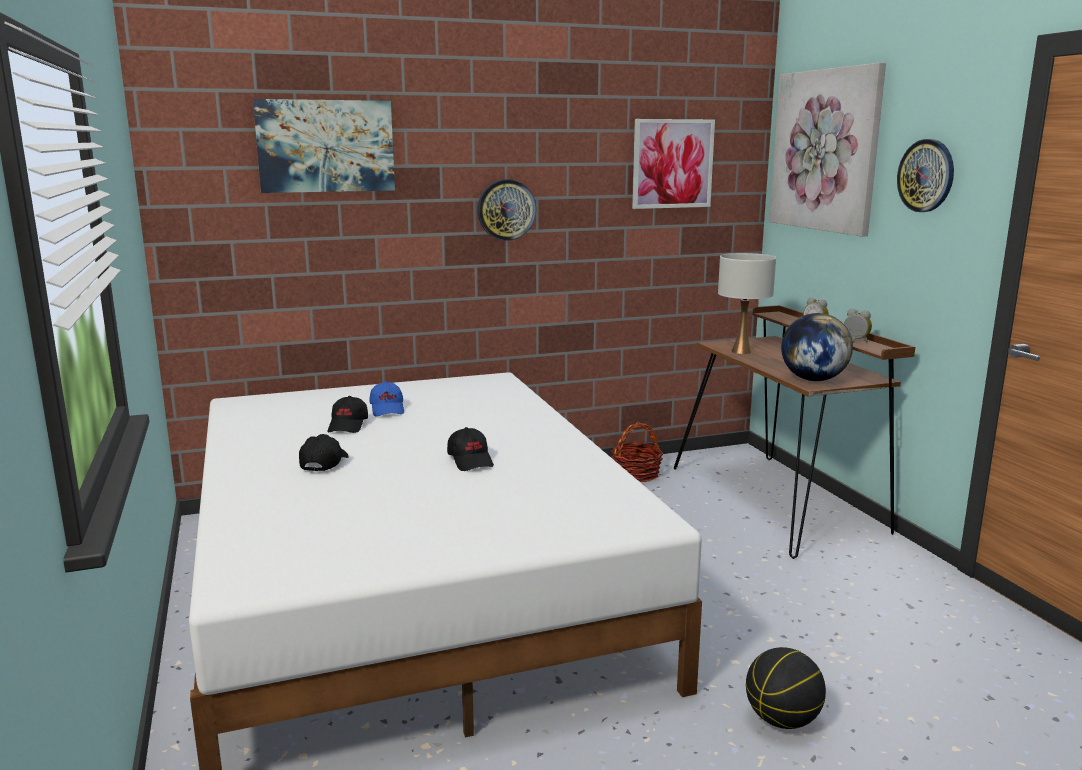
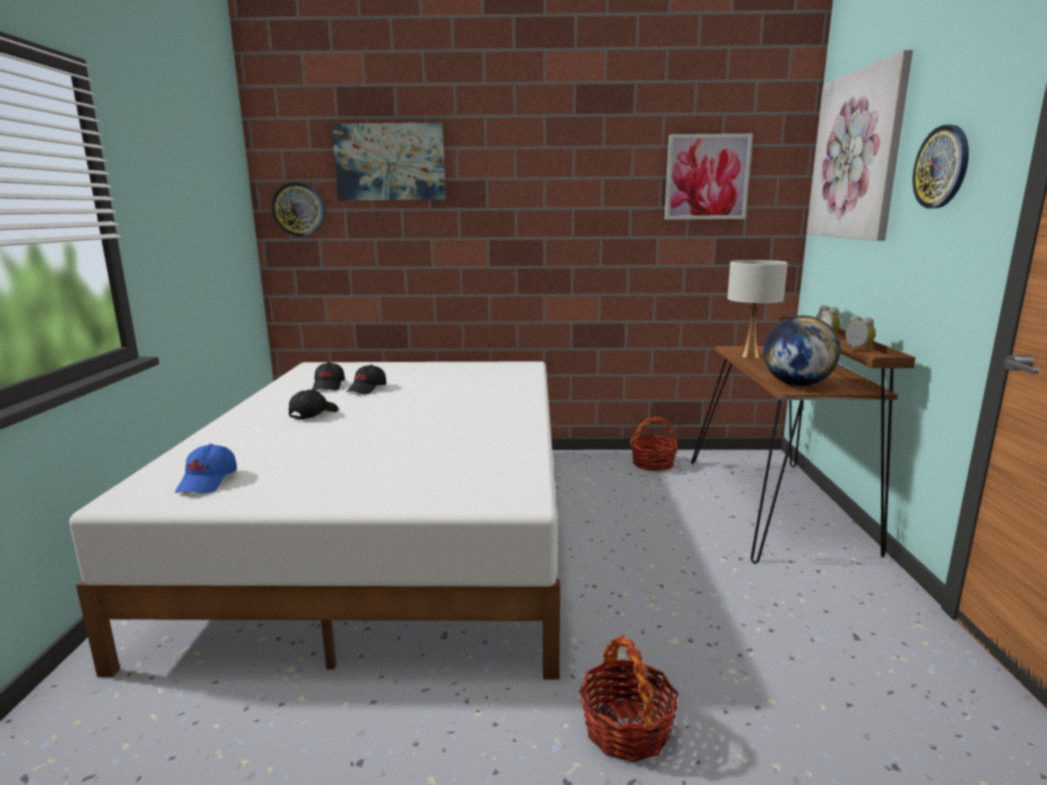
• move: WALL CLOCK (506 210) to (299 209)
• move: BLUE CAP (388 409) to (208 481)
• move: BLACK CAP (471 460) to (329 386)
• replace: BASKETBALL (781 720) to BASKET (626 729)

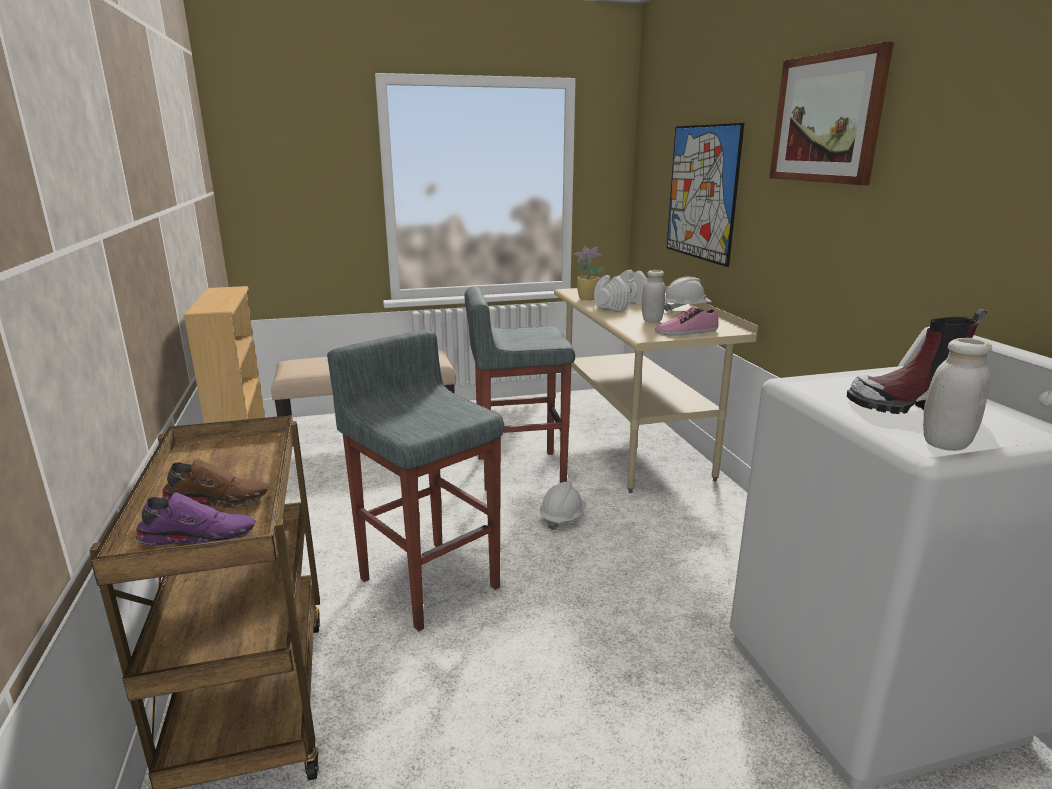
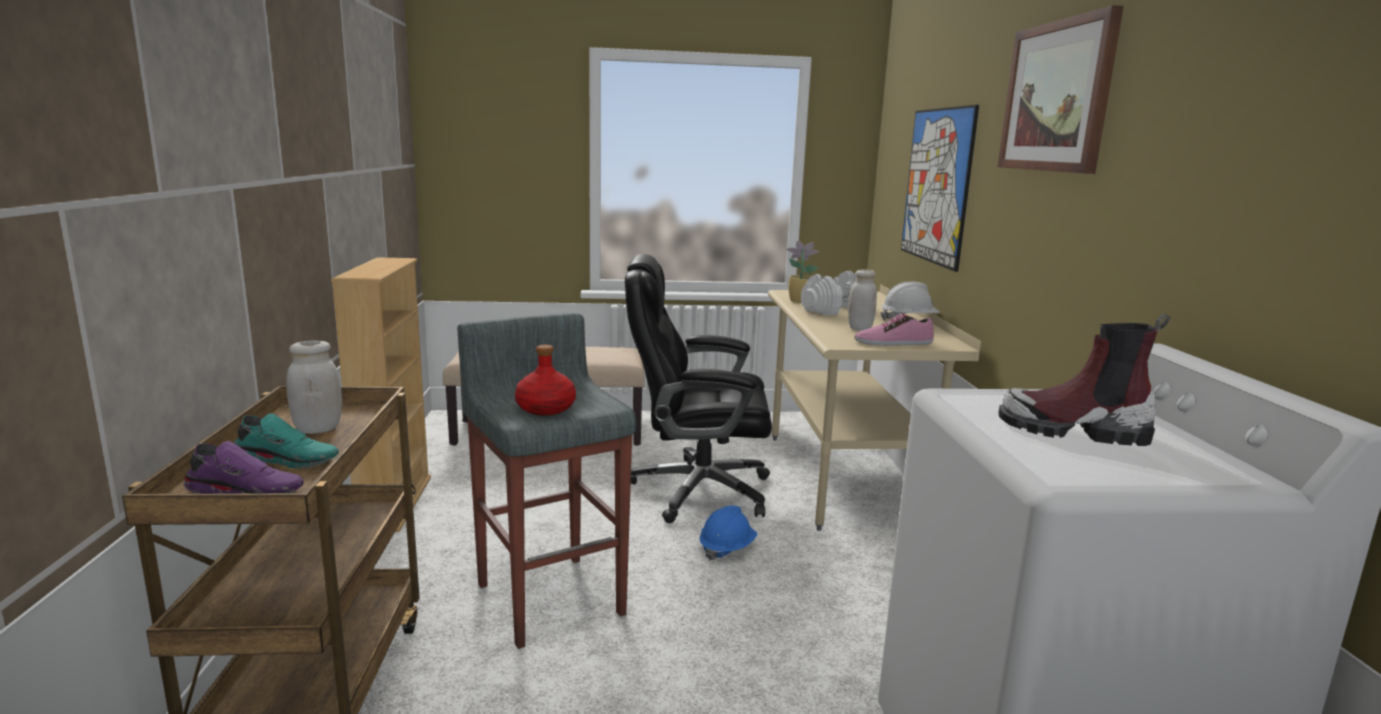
• replace: GREY STOOL (518 470) to BLACK OFFICE CHAIR (696 490)
• move: WHITE JAR (945 443) to (318 429)
• recolor: BROWN SHOE (218 499) to TURQUOISE SHOE (288 459)
• recolor: WHITE HARD HAT (562 518) to BLUE HARD HAT (727 548)
• insert: RED BOTTLE (546 408)

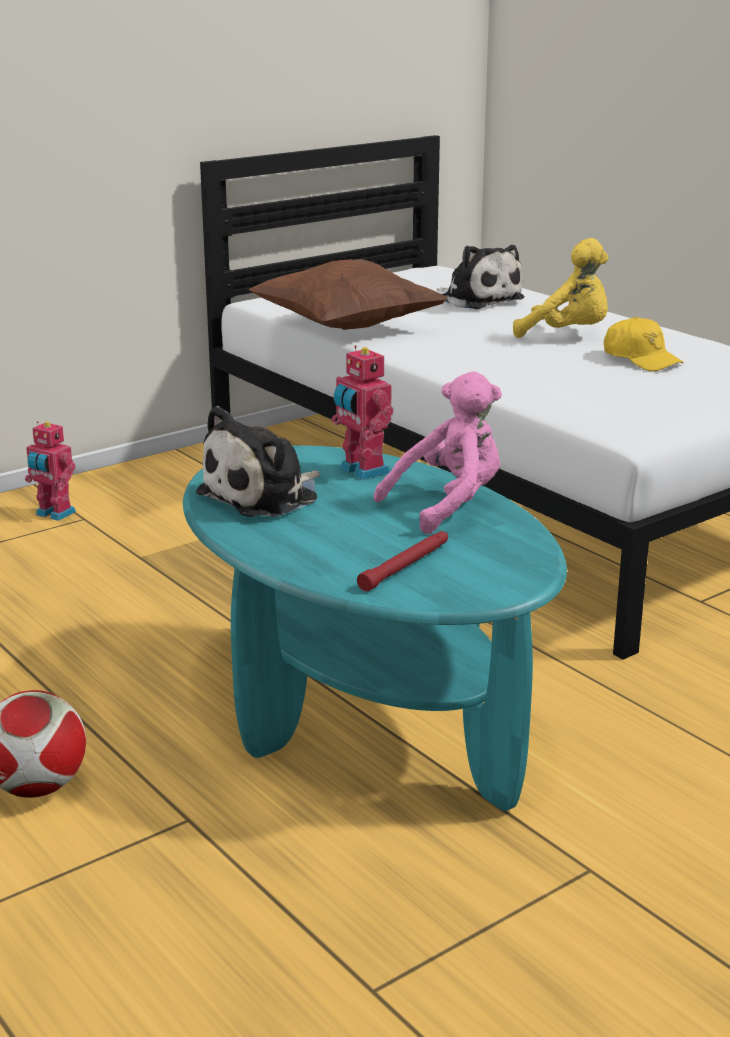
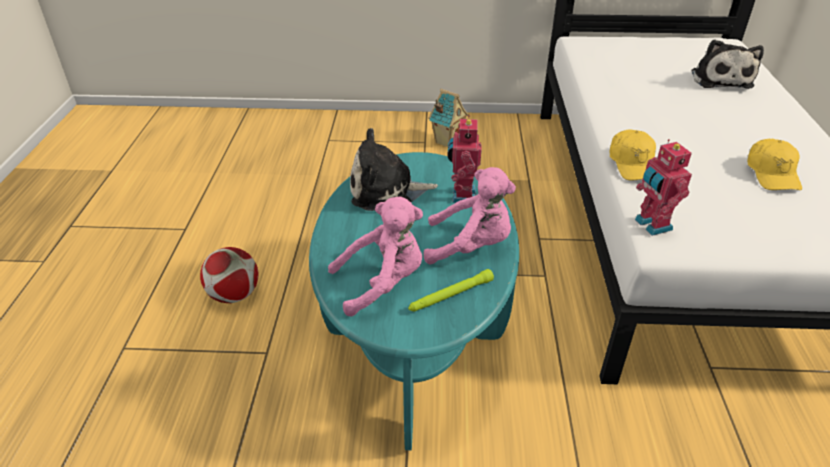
• delete: YELLOW PLUSH TOY (568 335)
• delete: BROWN PILLOW (346 328)
• move: TOY ROBOT (54 514) to (651 225)
• replace: RED FLASHLIGHT (406 566) to PINK PLUSH TOY (382 283)
• insert: TOY HOUSE (447 141)
• insert: YELLOW CAP (633 164)
• insert: GREEN FLASHLIGHT (450 295)

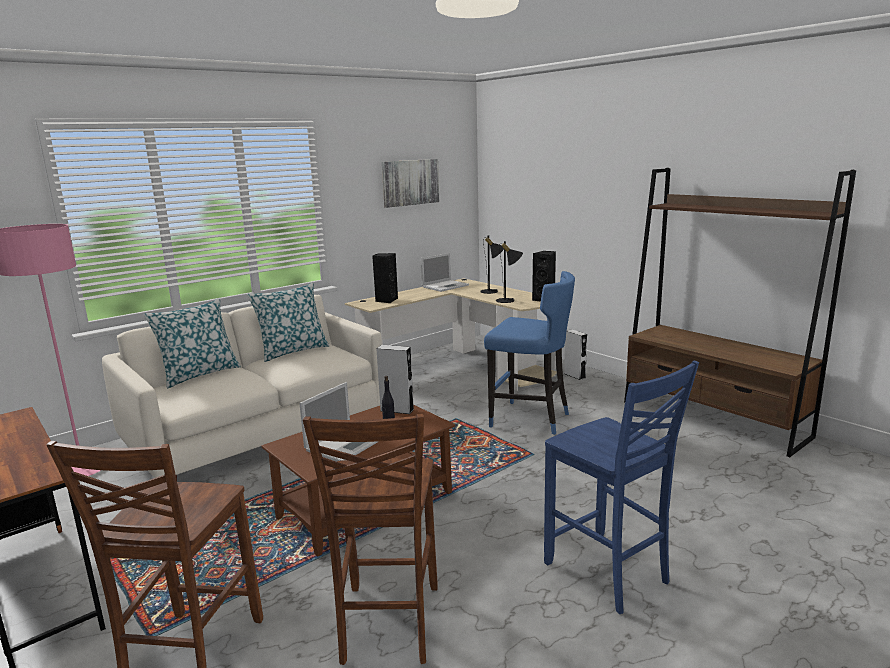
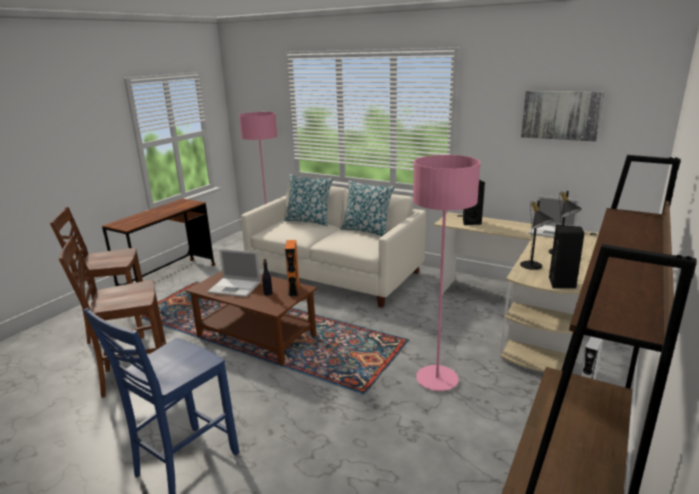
• replace: BLUE STOOL (530 419) to PINK FLOOR LAMP (437 379)
• recolor: GREY SPEAKER (397 410) to ORANGE SPEAKER (294 290)

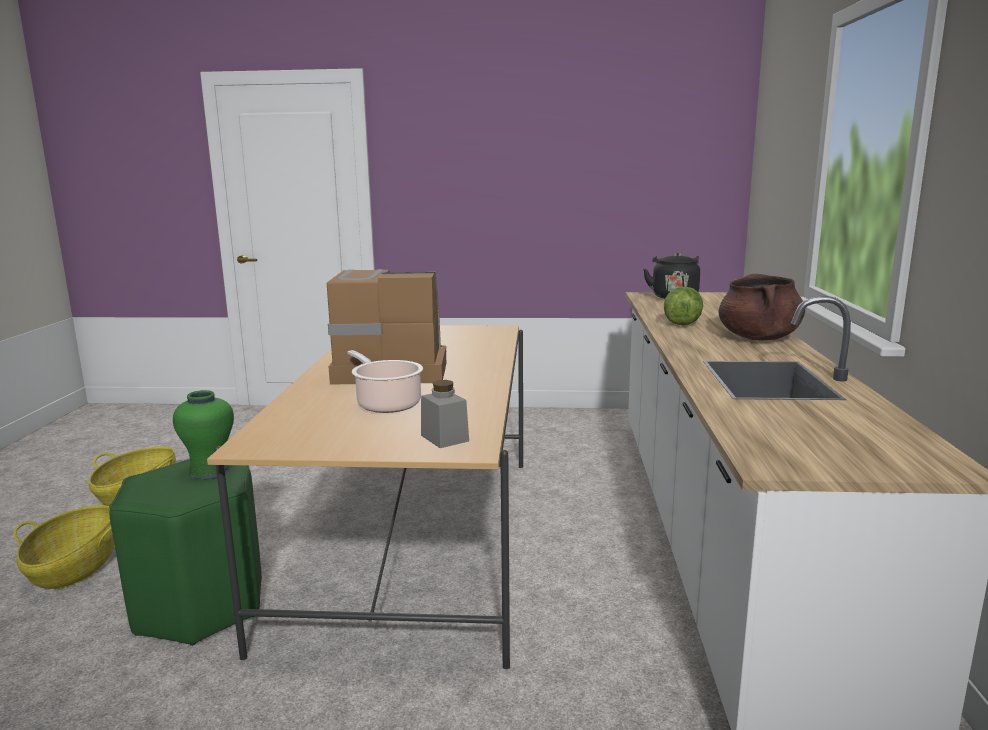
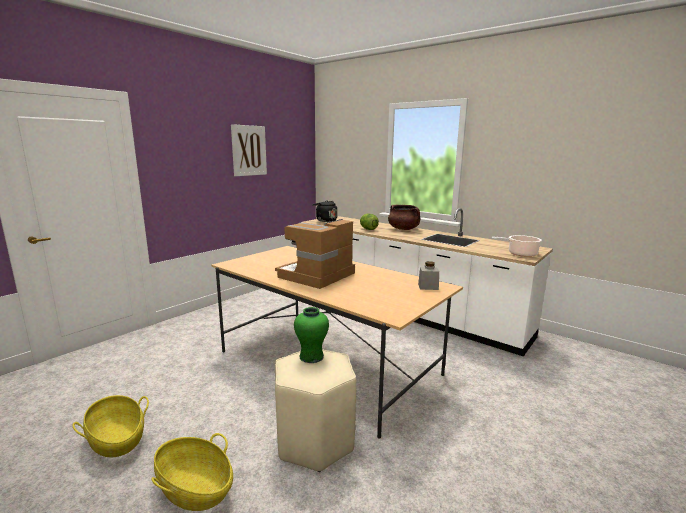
• move: COOKING POT (386 404) to (520 254)
• recolor: GREEN STOOL (201 606) to BEIGE STOOL (314 440)
• insert: PICTURE (249 150)

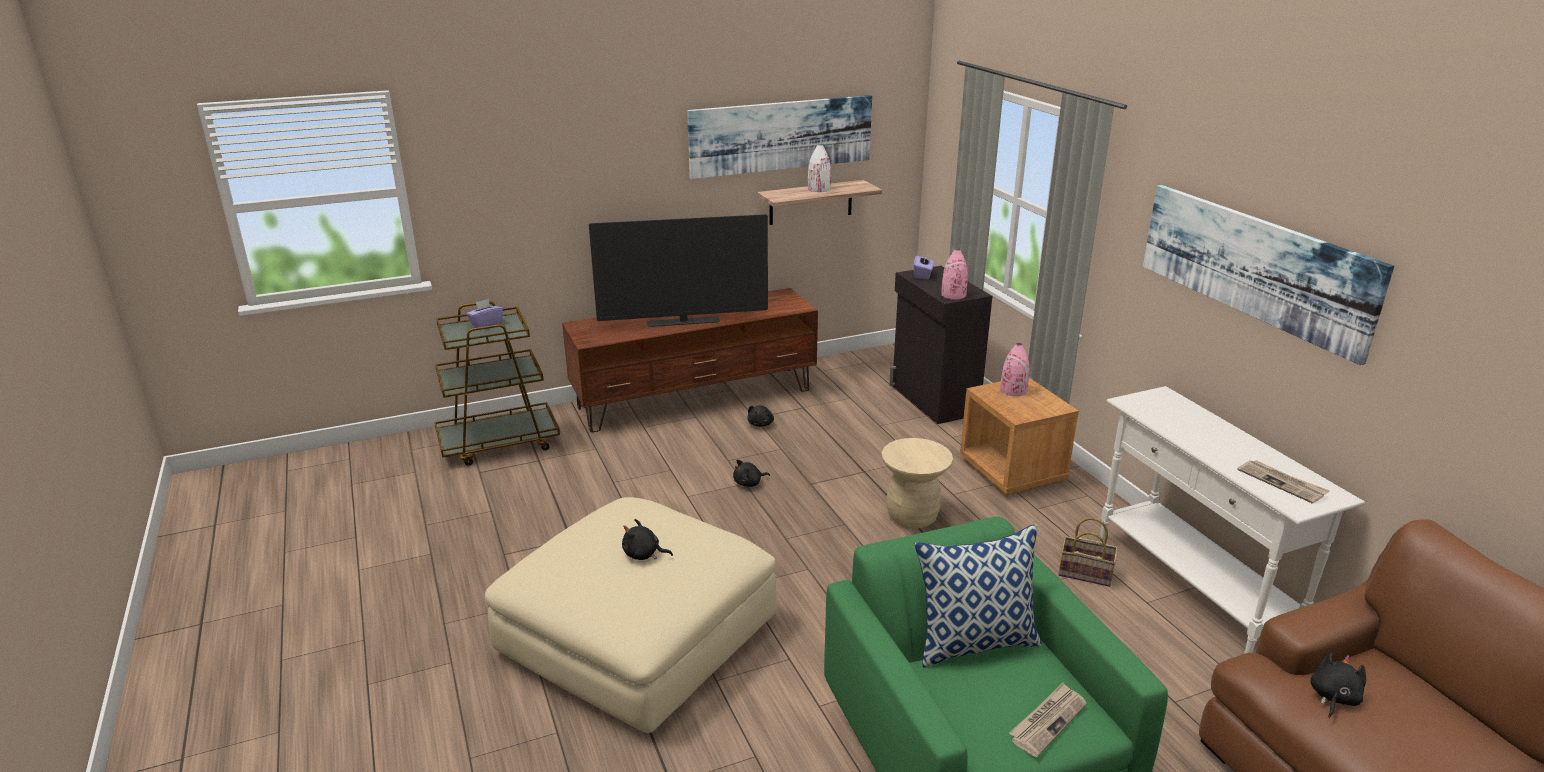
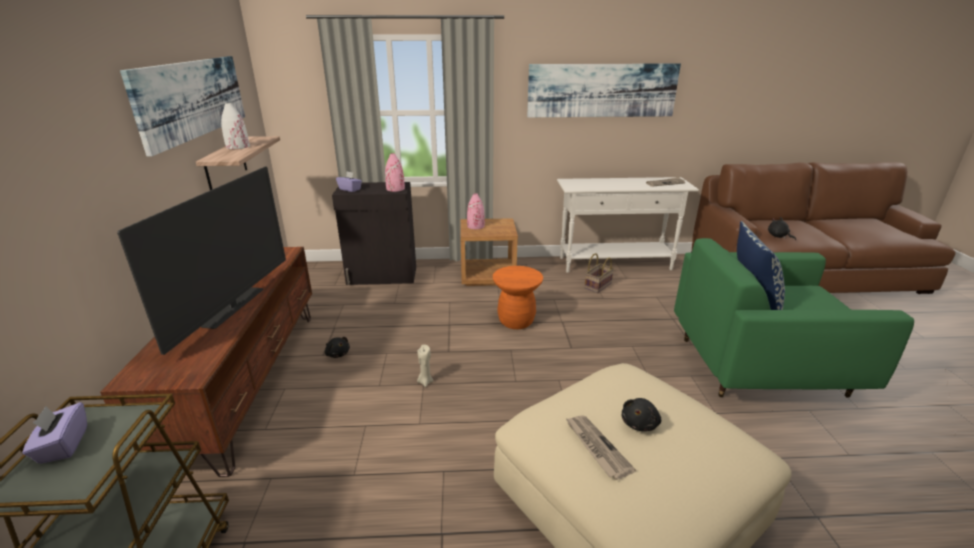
• recolor: BEIGE STOOL (912 516) to ORANGE STOOL (516 321)
• replace: BLACK PLUSH TOY (749 483) to BEIGE CANDLE (425 381)
• move: NEWSPAPER (1047 721) to (596 447)

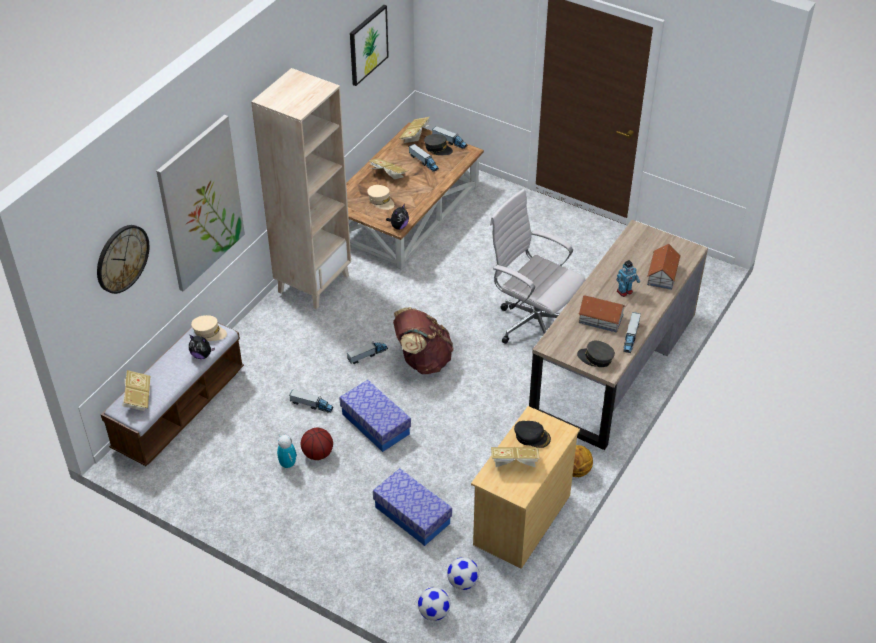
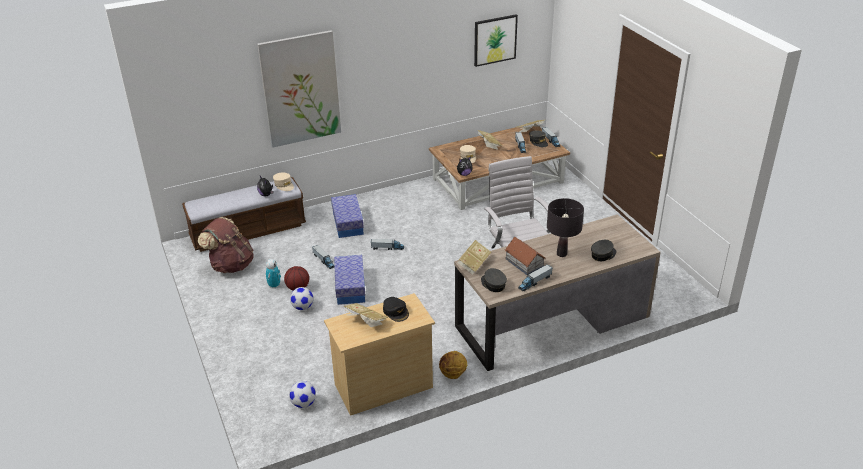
• delete: BEIGE BOOKCASE (313 283)
• delete: WALL CLOCK (122 258)
• replace: TOY HOUSE (662 275) to GREY CAP (603 254)
• replace: TOY ROBOT (625 291) to BLACK TABLE LAMP (562 254)
• move: BROWN BACKPACK (422 360) to (231 265)
• move: BOOK (137 398) to (473 264)
• move: STORAGE BOX (412 515) to (348 223)
• move: FOOTBALL (434 613) to (302 307)

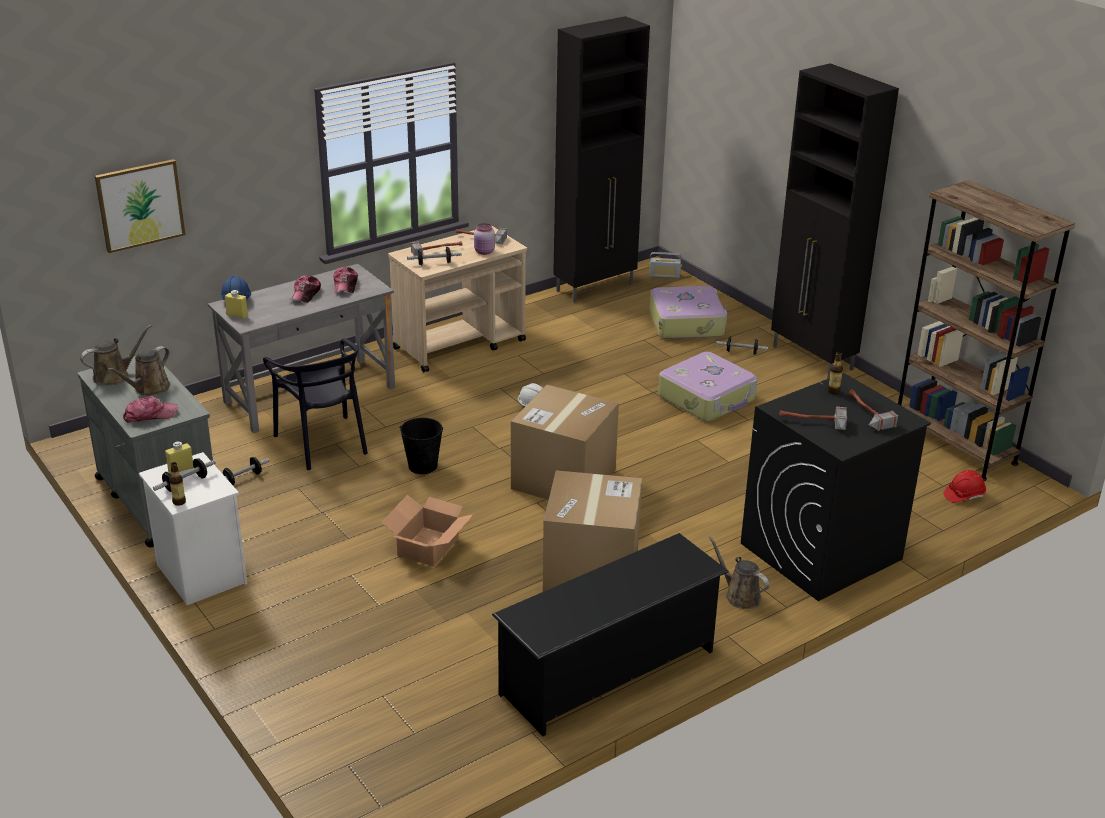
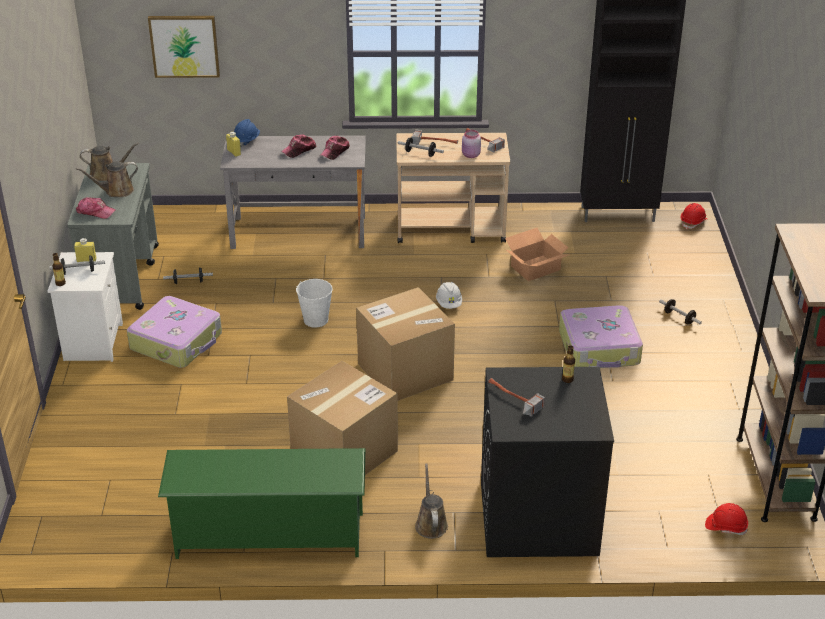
• delete: BLACK CABINET (813 358)
• replace: RADIO (664 275) to RED HARD HAT (693 222)
• move: SUITCASE (687 323) to (177 341)
• delete: BLACK CHAIR (323 443)
• delete: HAMMER (864 413)
• recolor: BLACK BUCKET (422 466) to WHITE BUCKET (316 319)
• move: CARDBOARD BOX (427 546) to (535 268)
• recolor: BLACK SHOE RACK (609 672) to GREEN SHOE RACK (269 536)

